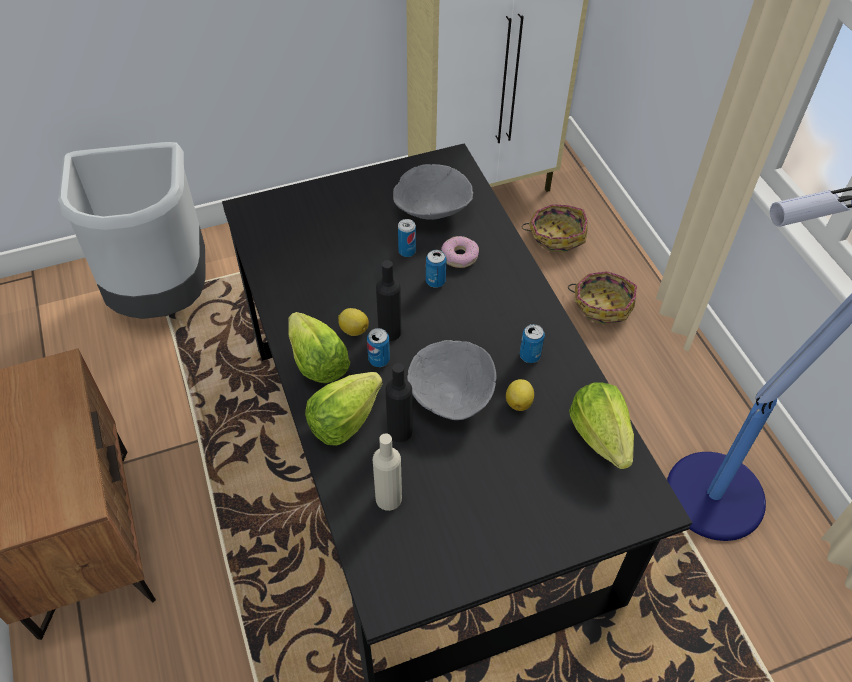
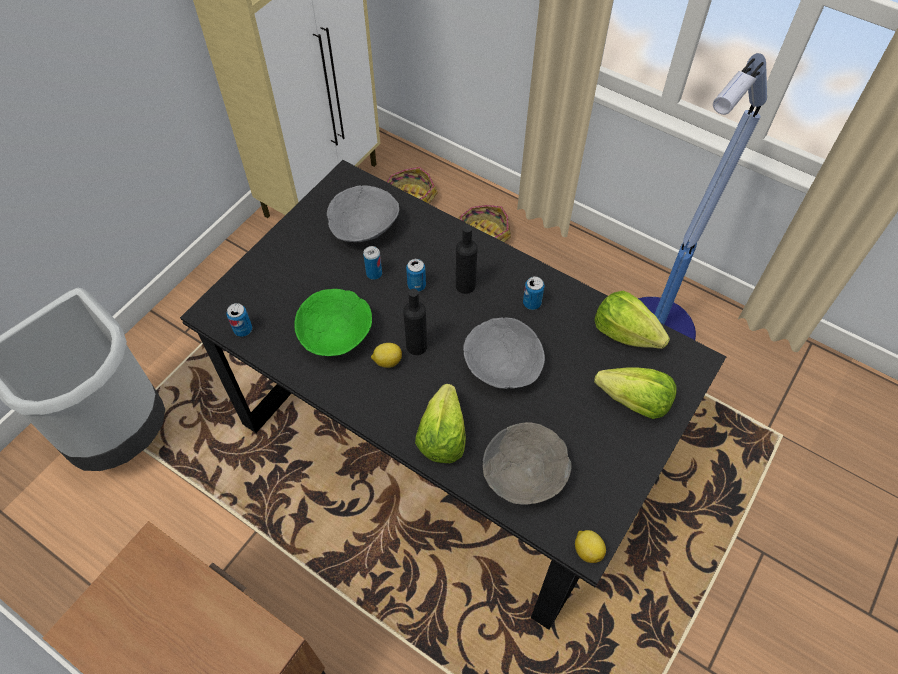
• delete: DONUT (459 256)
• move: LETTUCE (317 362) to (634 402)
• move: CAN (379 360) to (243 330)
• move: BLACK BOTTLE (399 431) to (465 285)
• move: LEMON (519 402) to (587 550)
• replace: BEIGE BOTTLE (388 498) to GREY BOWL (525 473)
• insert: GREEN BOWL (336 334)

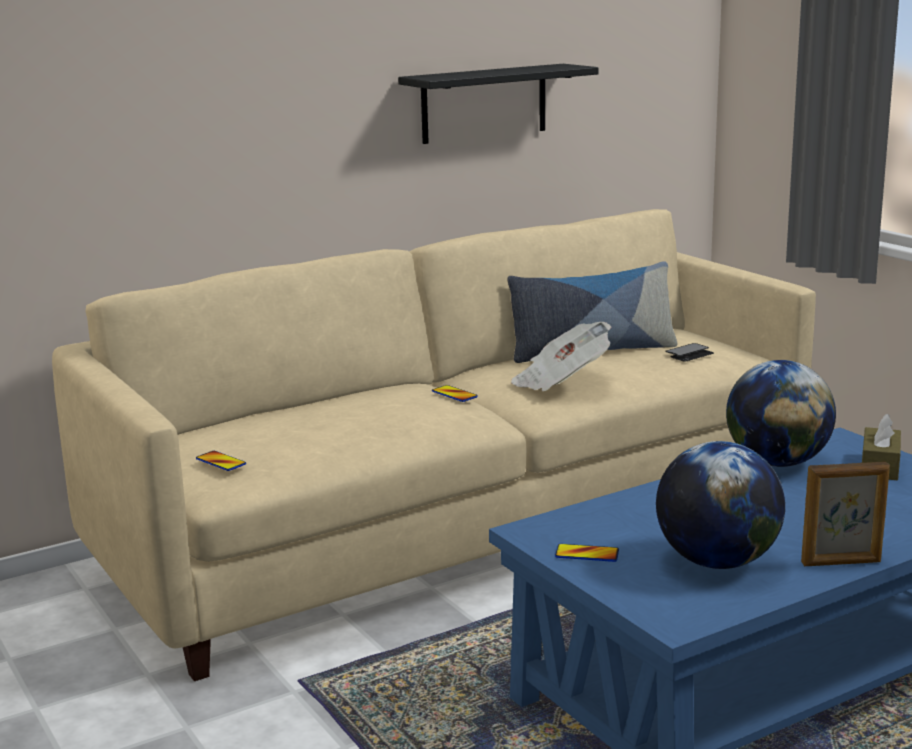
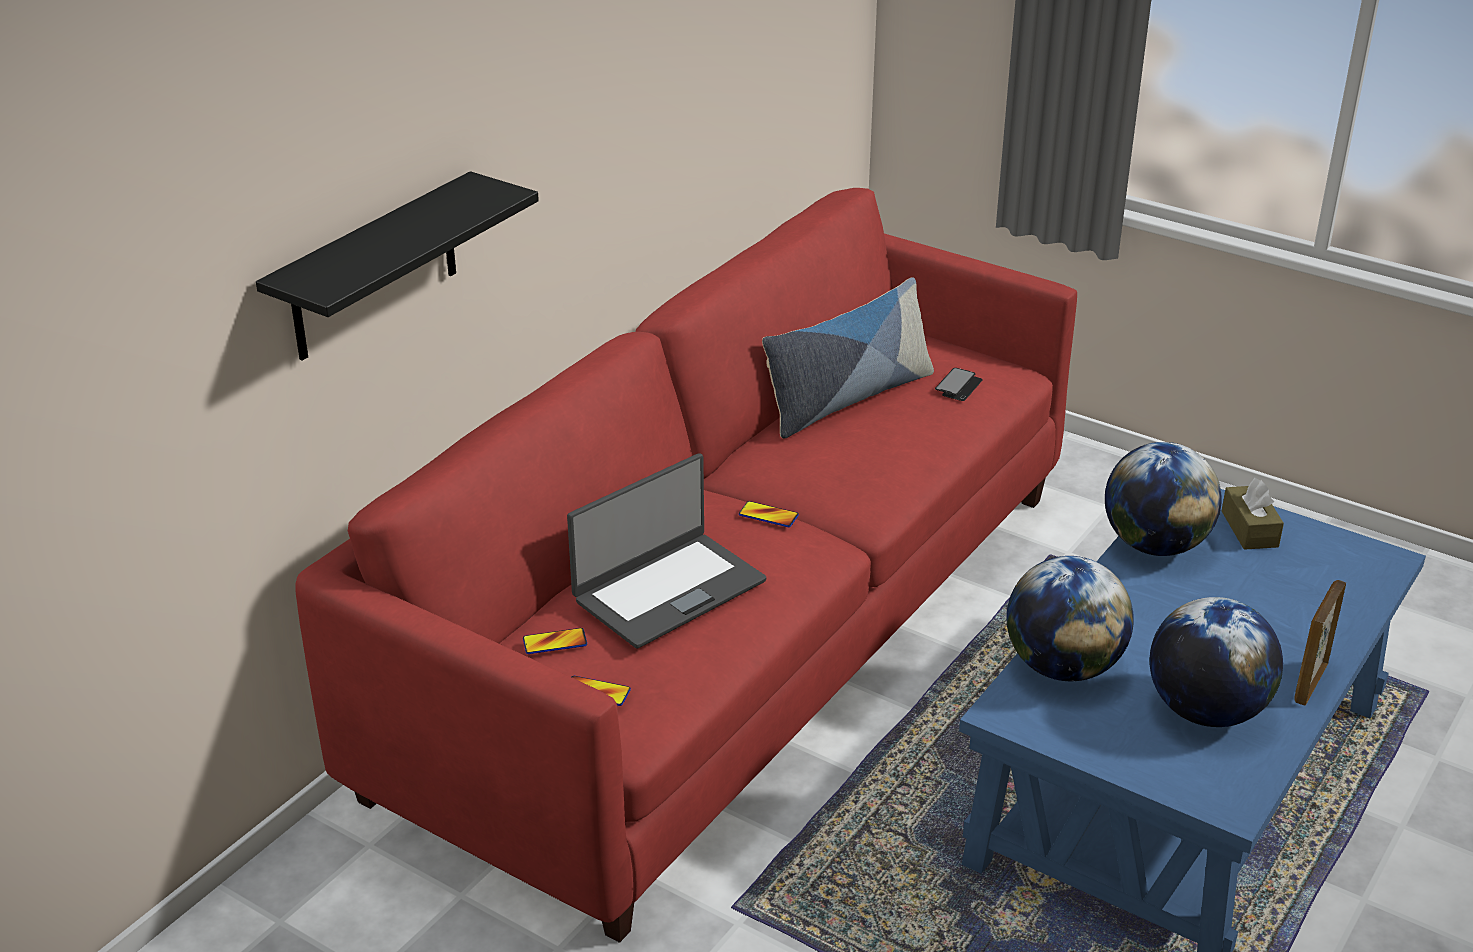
• move: BLACK SHELF (484 103) to (374 269)
• recolor: BEIGE SOFA (460 528) to RED SOFA (735 635)
• delete: NEWSPAPER (561 382)
• rotate: PICTURE FRAME (841 563) = (1310 682) 150 degrees clockwise
• move: PHONE (587 554) to (555 642)
• insert: LAPTOP (668 589)
• insert: GLOBE (1063 667)

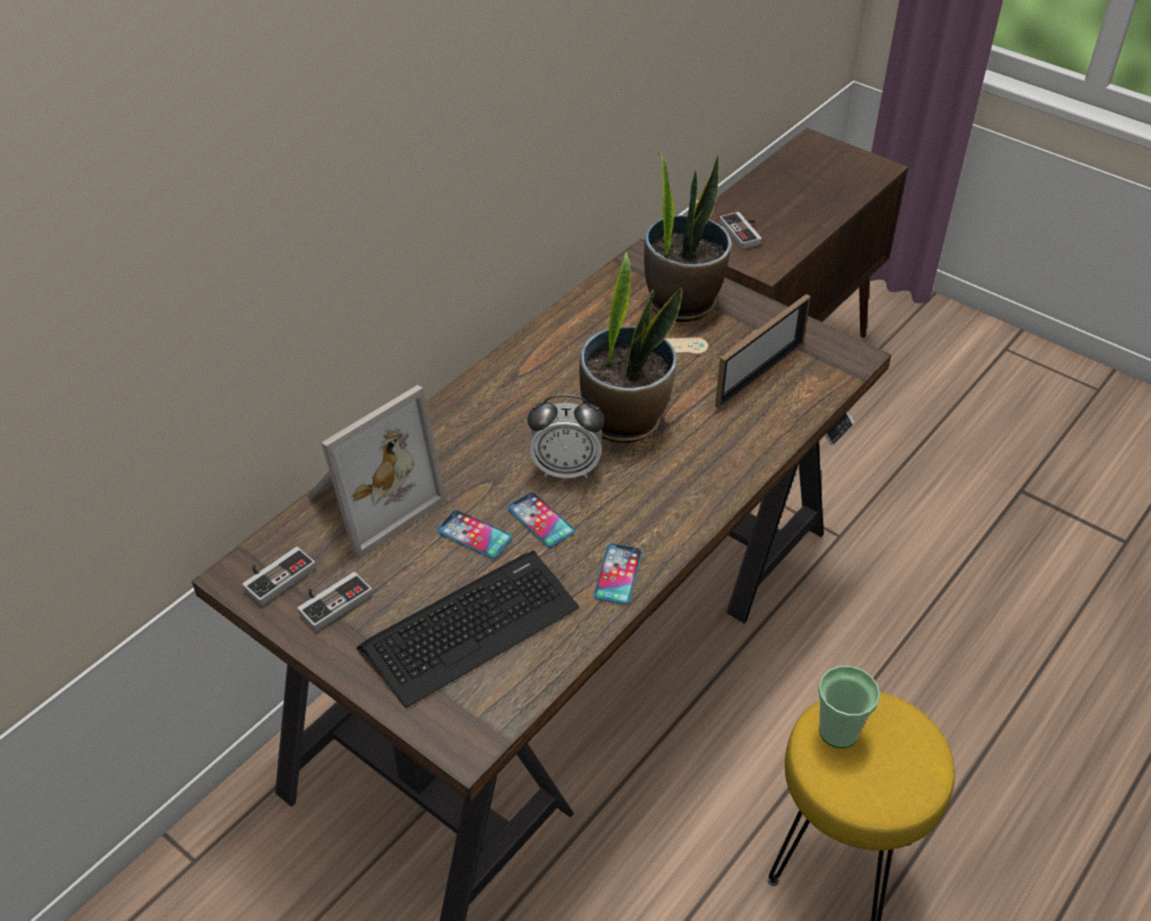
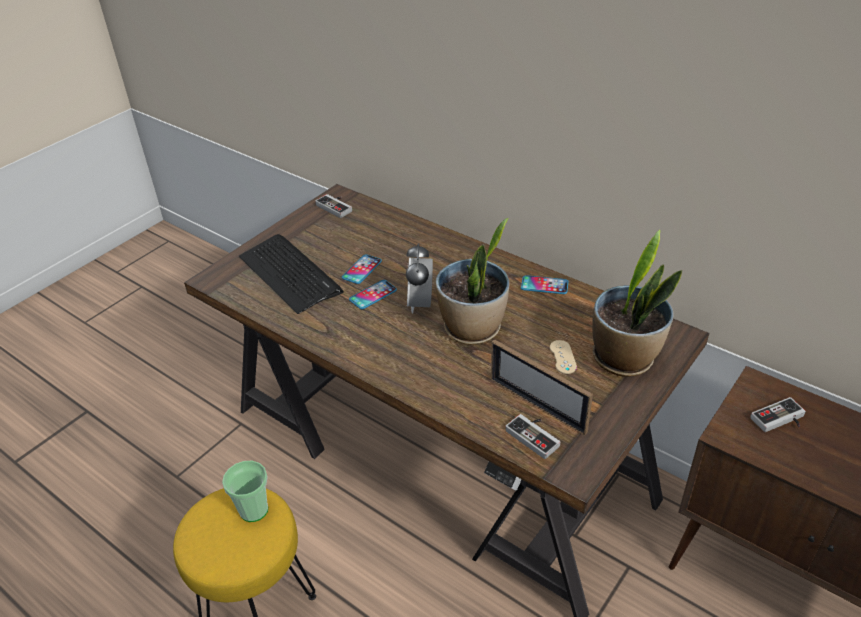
• delete: PICTURE FRAME (370 500)
• move: PHONE (618 574) to (544 285)
• move: GAME CONTROLLER (331 600) to (535 435)

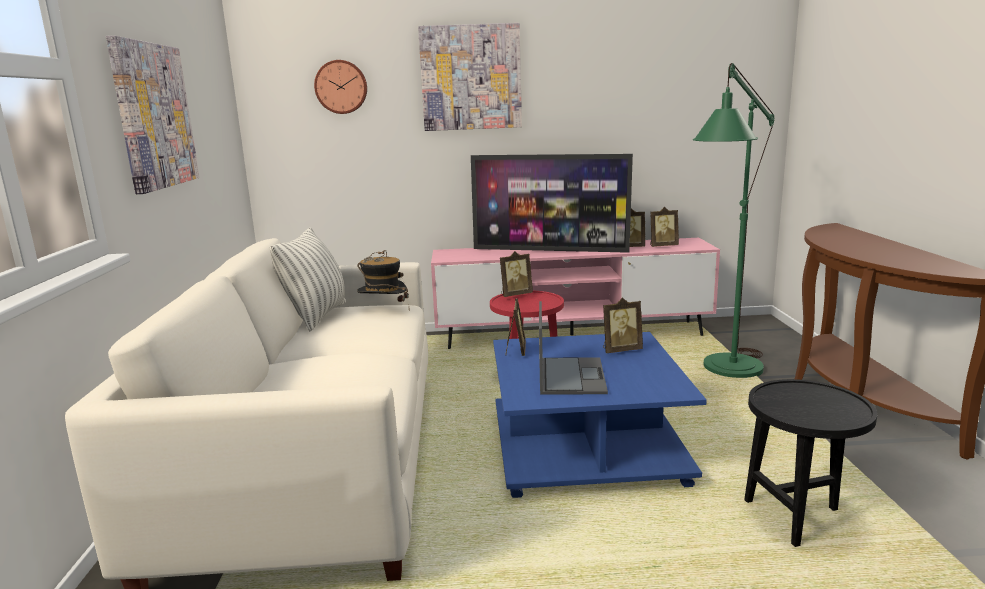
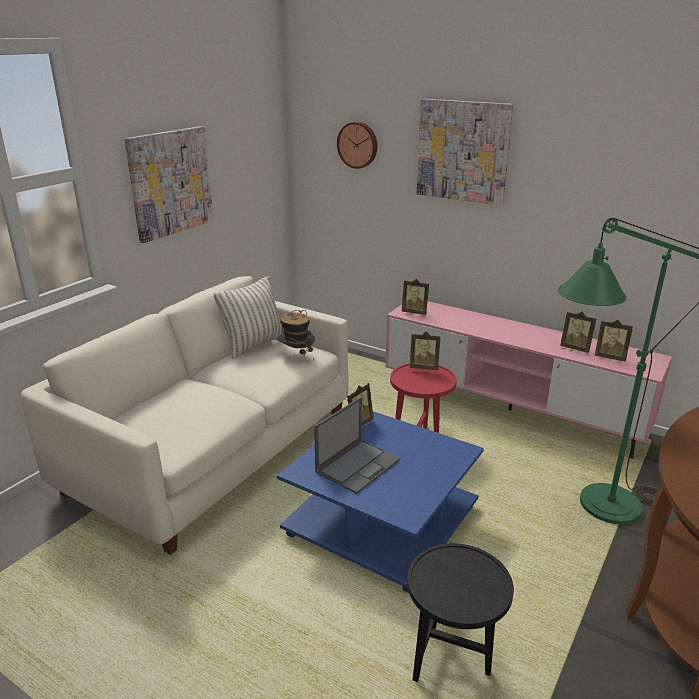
• delete: TELEVISION (550 250)
• move: PICTURE FRAME (620 350) to (415 312)

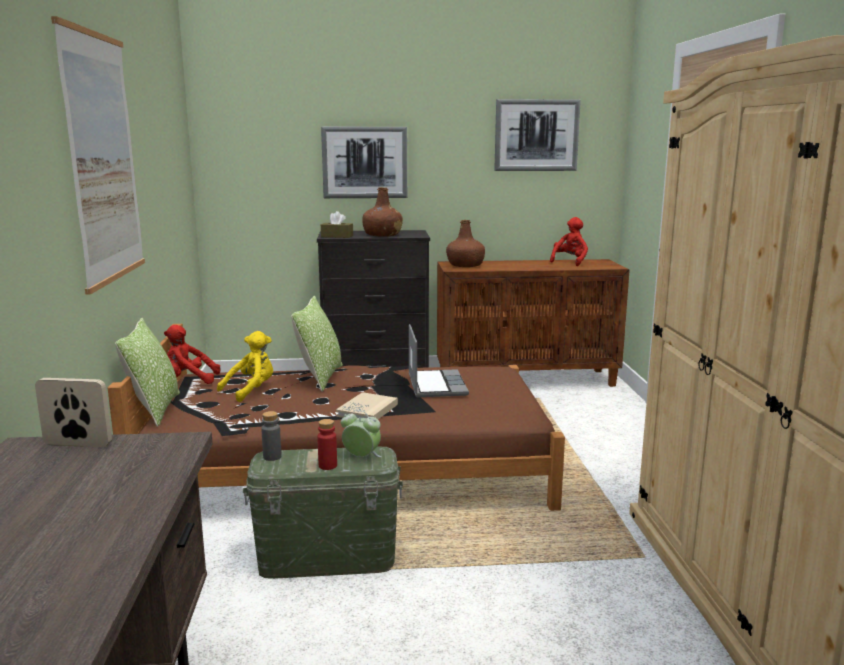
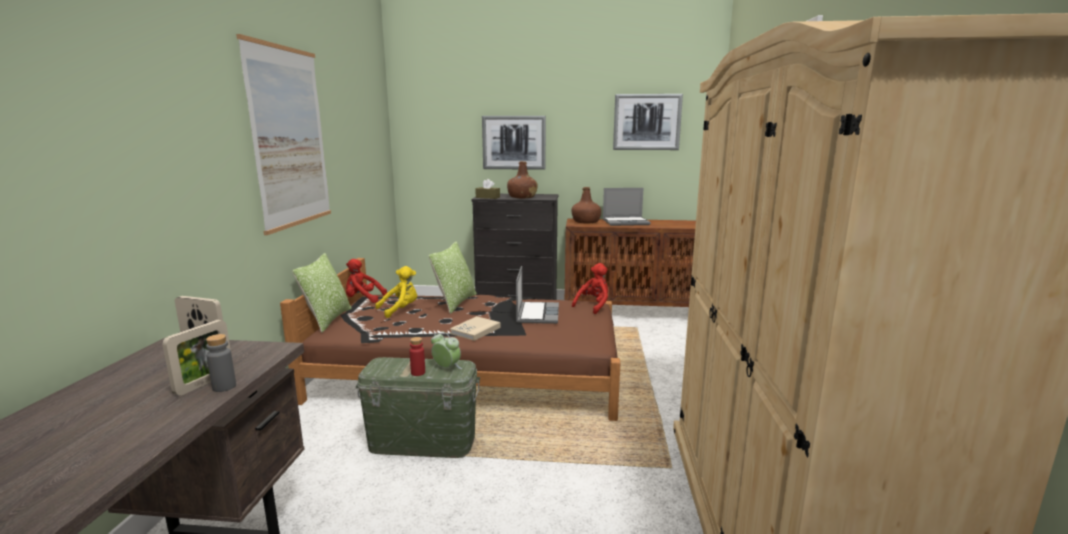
• move: RED PLUSH TOY (569 262) to (593 306)
• move: GREY BOTTLE (272 457) to (224 387)
• insert: LAPTOP (626 222)
• insert: PICTURE FRAME (204 383)

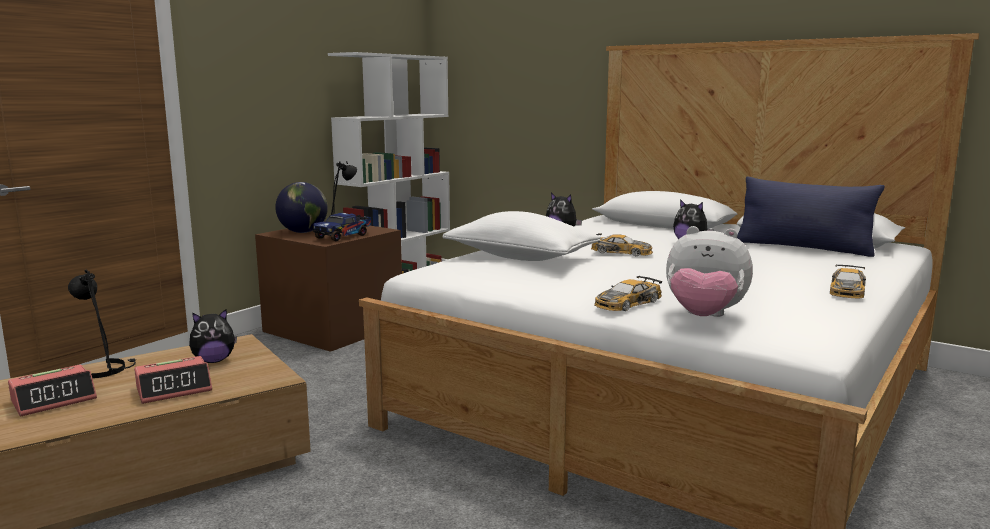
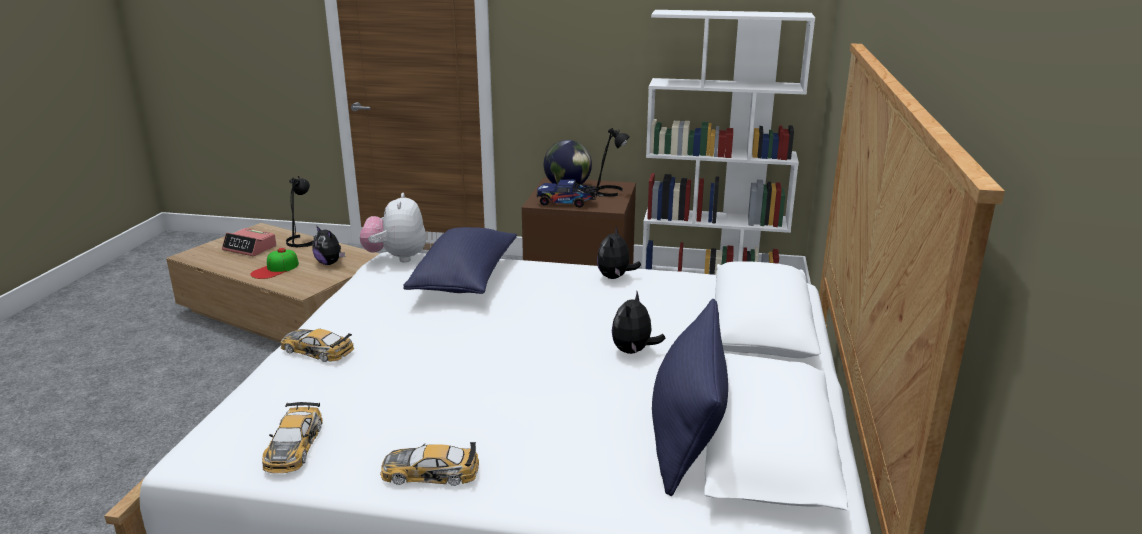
• recolor: WHITE PILLOW (520 258) to BLUE PILLOW (465 279)
• move: PLUSH TOY (704 317) to (396 258)
• move: TOY CAR (622 252) to (293 446)
• replace: ALARM CLOCK (174 389) to CAP (275 269)

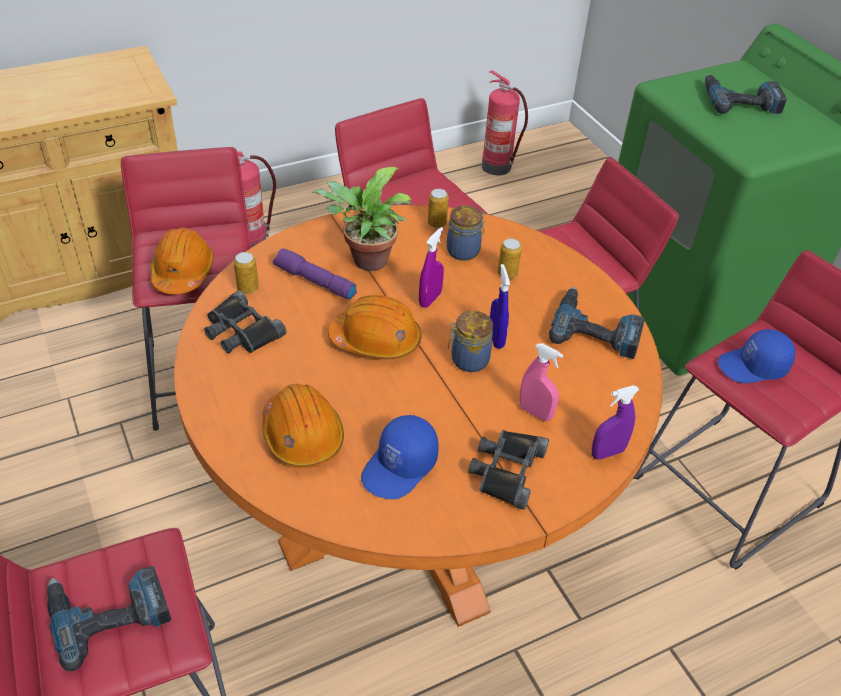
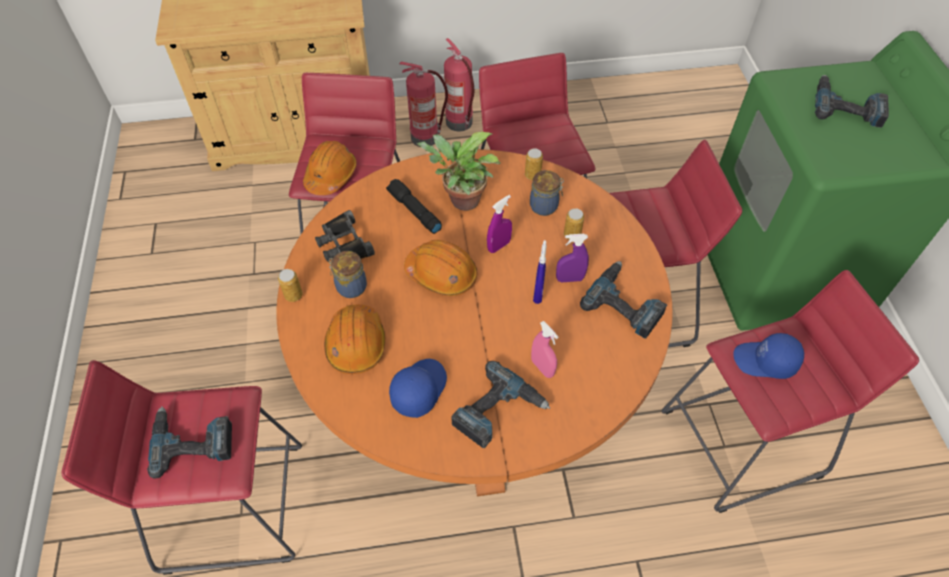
• move: FIRE EXTINGUISHER (498 167) to (460 122)
• recolor: PURPLE FLASHLIGHT (314 282) to BLACK FLASHLIGHT (413 211)
• move: CAN (248 288) to (293 295)
• move: JAR (468 360) to (350 286)
• move: PURPLE SPRAY BOTTLE (607 453) to (569 279)
• rotate: BLUE CAP (400 467) = (418 389) 150 degrees clockwise
• replace: BLACK BINOCULARS (506 470) to POWER DRILL (498 412)

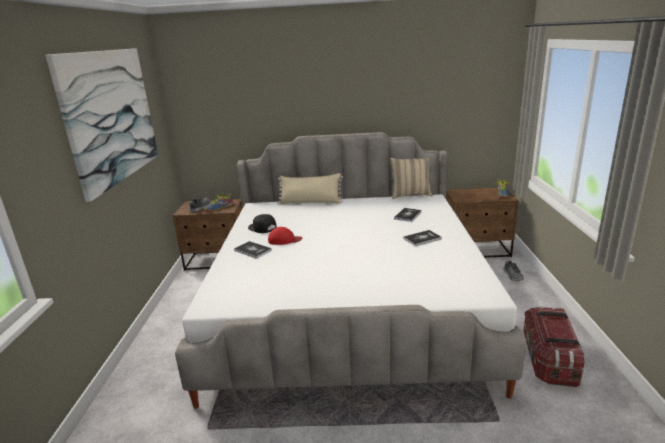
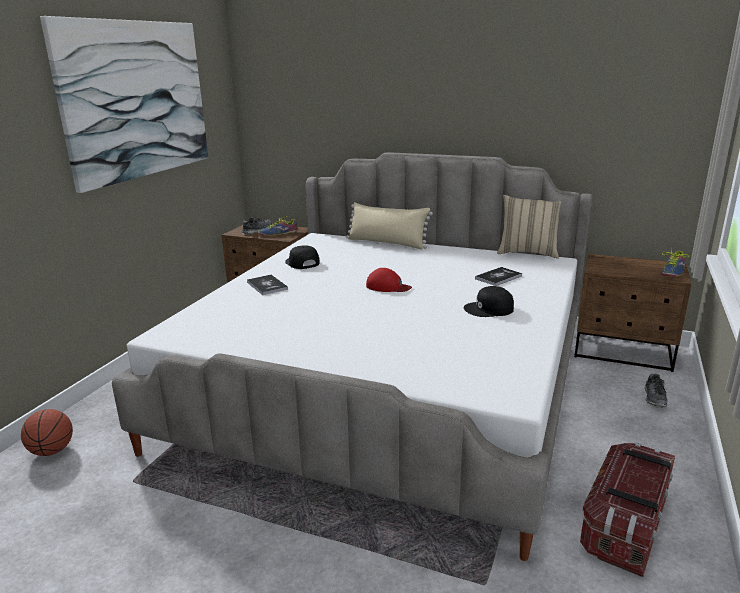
• move: RED CAP (284 240) to (388 287)
• replace: BOOK (422 239) to BLACK CAP (489 309)
• insert: BASKETBALL (52 451)

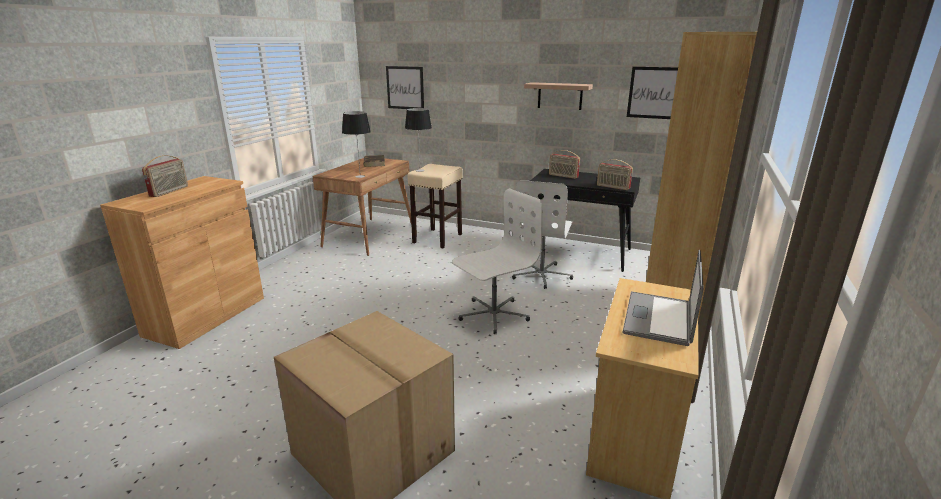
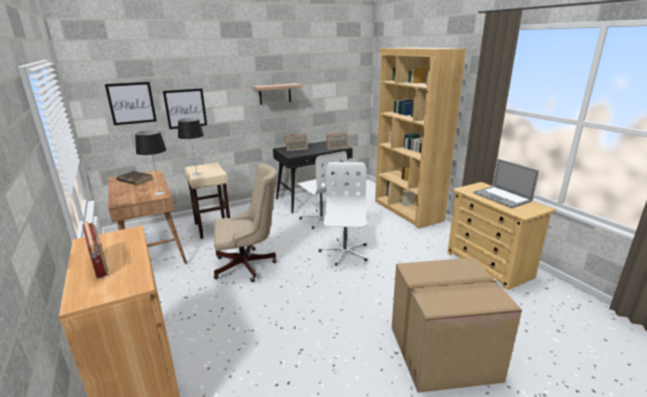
• move: PICTURE (655 93) to (185 108)
• insert: BEIGE OFFICE CHAIR (248 265)

